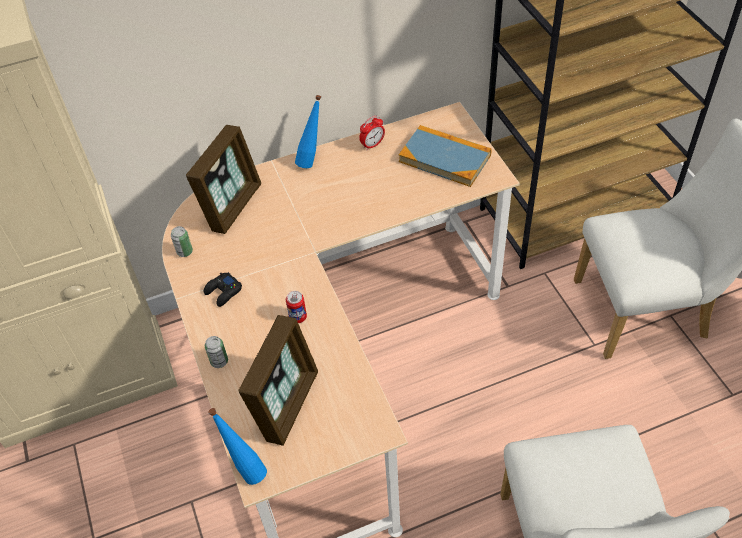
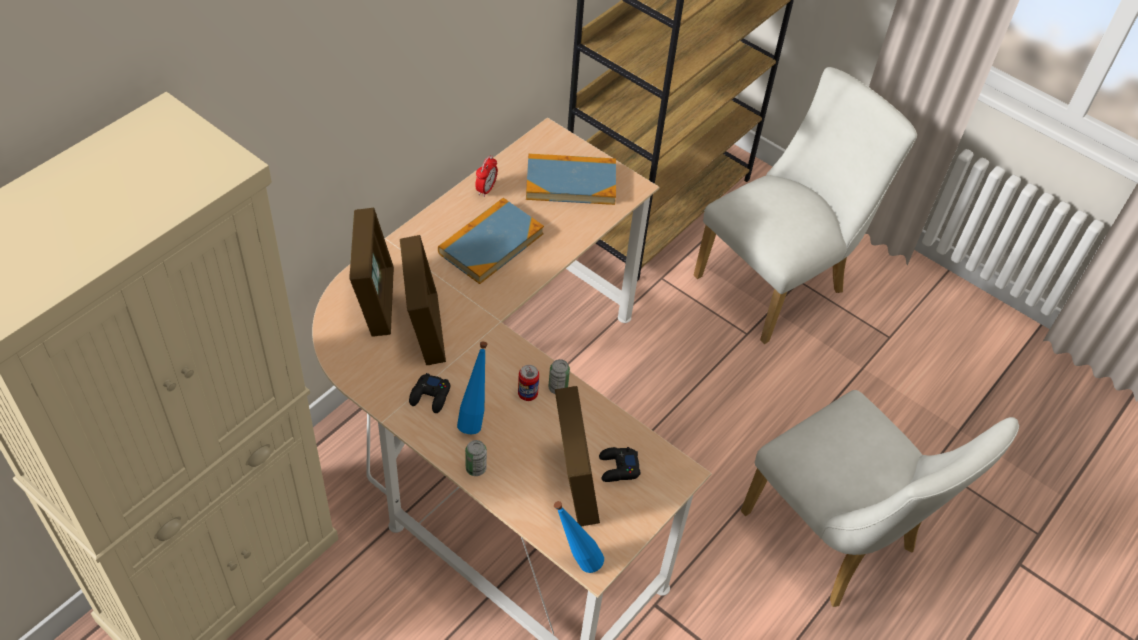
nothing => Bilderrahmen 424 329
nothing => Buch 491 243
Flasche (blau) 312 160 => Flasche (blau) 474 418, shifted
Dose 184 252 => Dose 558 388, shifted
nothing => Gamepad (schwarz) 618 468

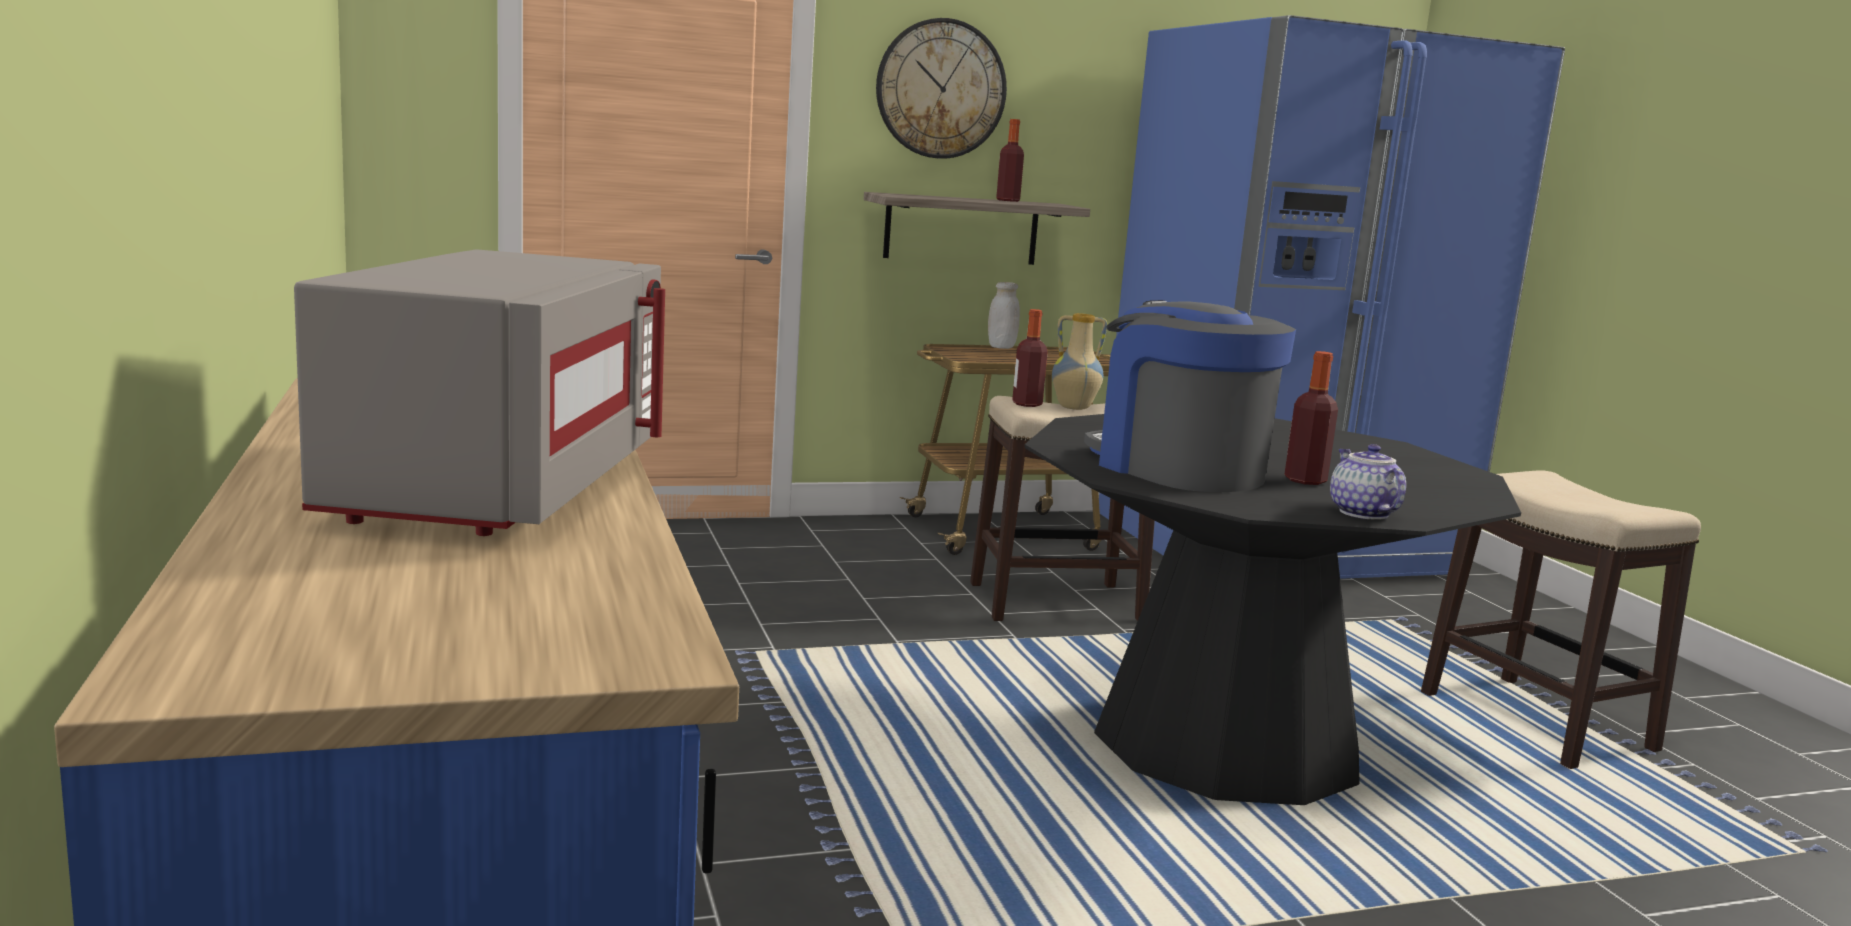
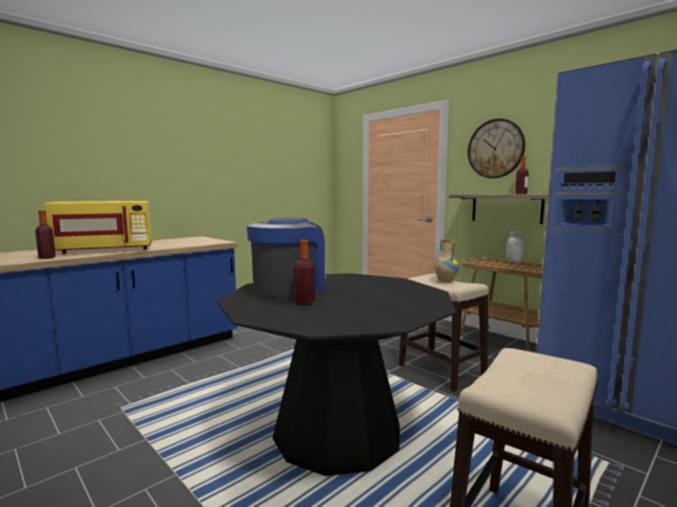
Flasche 1027 404 => Flasche 47 257, shifted
Mikrowelle (grau) 500 487 => Mikrowelle (gelb) 106 250
Teekanne 1361 513 => nothing

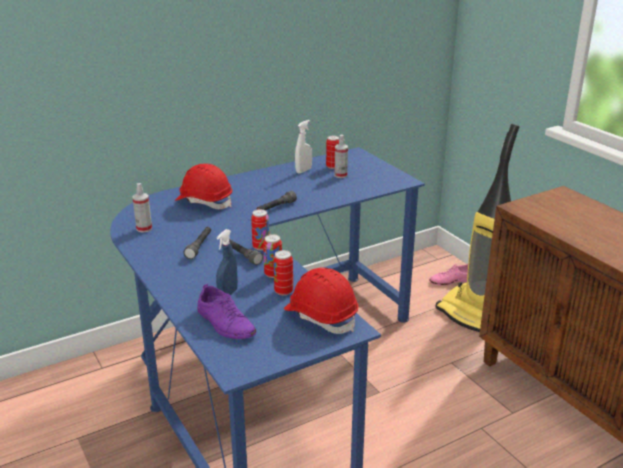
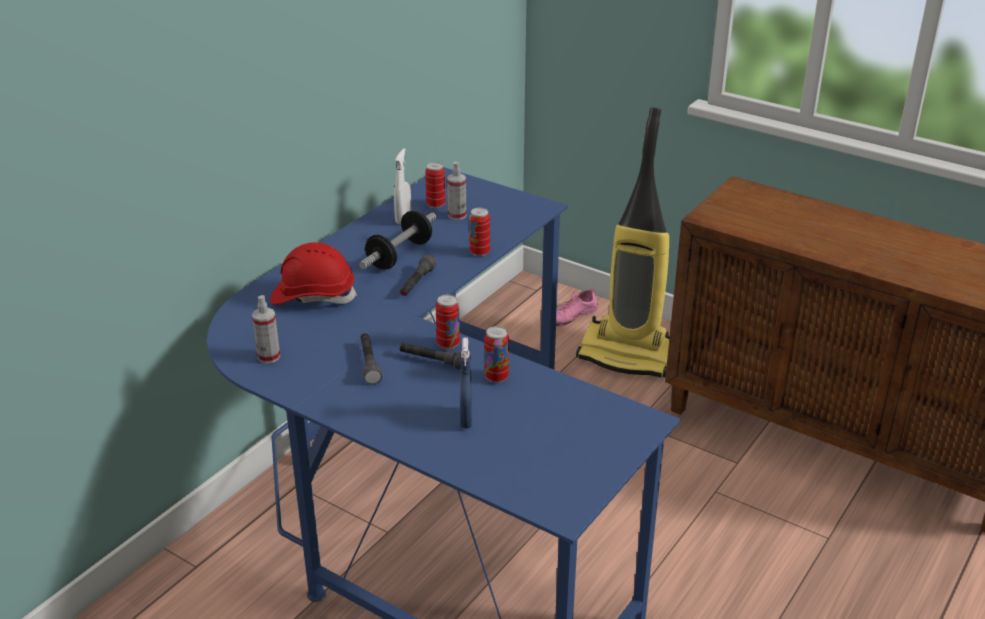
nothing => Hantel 399 255
Dose 283 291 => Dose 479 252, shifted
Schuh (lila) 225 323 => nothing
Schutzhelm (rot) 321 316 => nothing

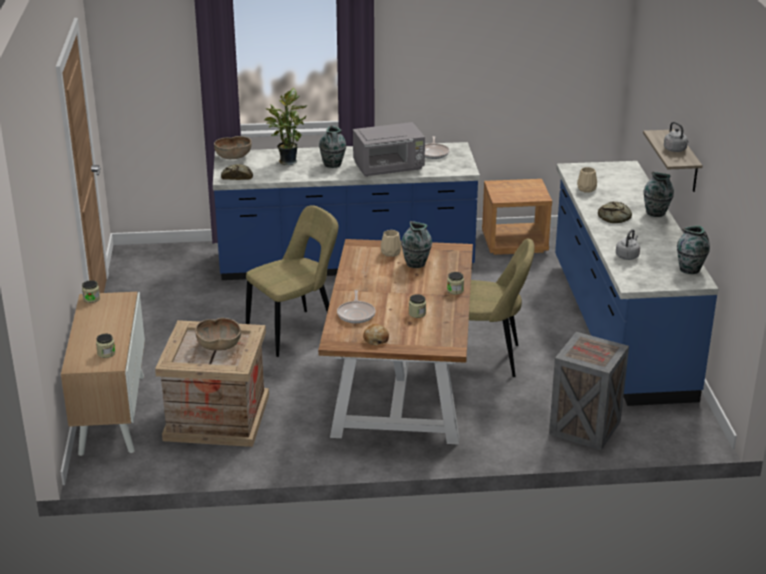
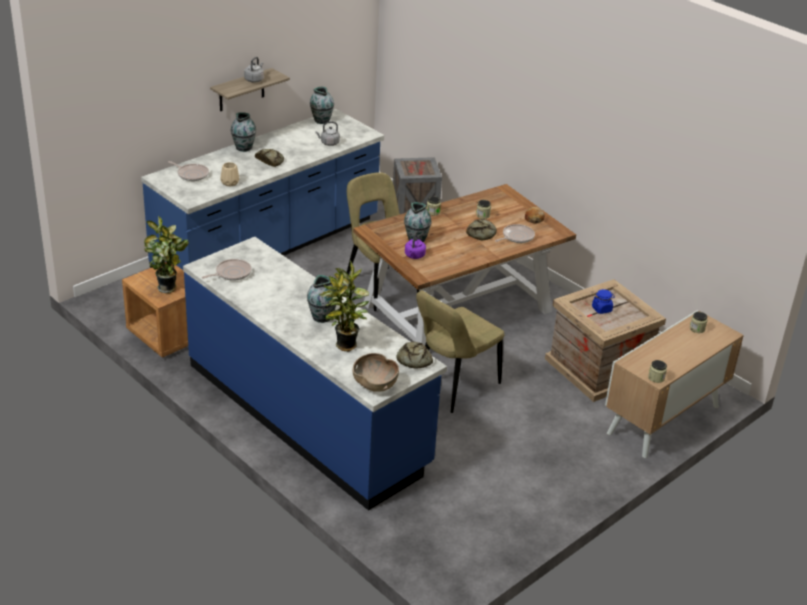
nothing => Topfpflanze 169 289
nothing => Pfanne 191 174
Vase (beige) 390 253 => Wasserkessel (lila) 414 256
Stuhl (beige) 295 332 => Stuhl (beige) 452 387, 60 degrees counterclockwise
nothing => Brot 482 233
Schüssel (braun) 219 346 => Vorratsglas (blau) 601 309
Mikrowelle (grau) 389 168 => nothing

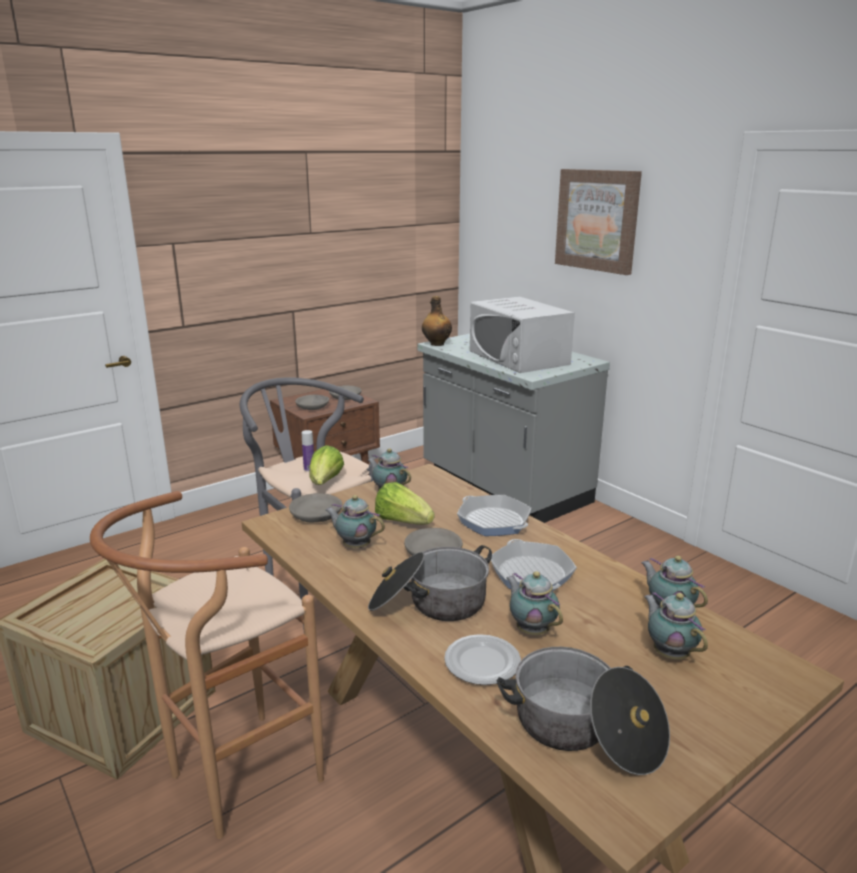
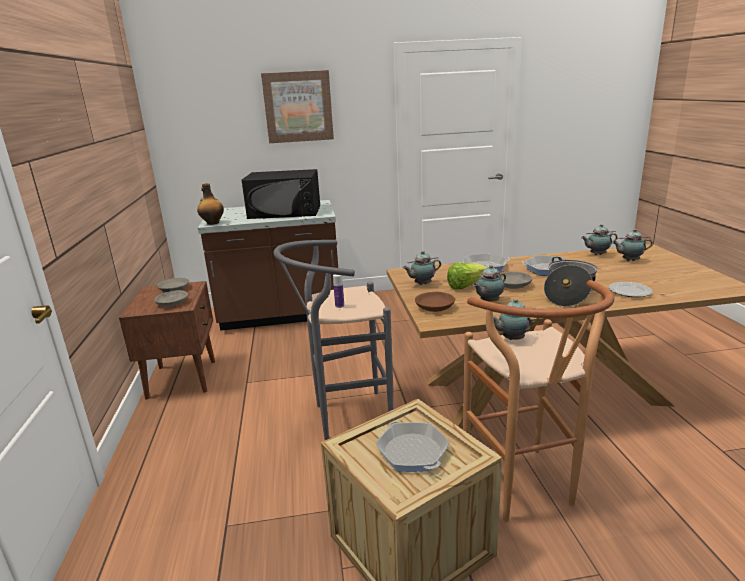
Küchenzeile (grau) 503 487 => Küchenzeile (braun) 281 315
Mikrowelle (weiß) 518 357 => Mikrowelle (schwarz) 285 212
nothing => Pfanne 412 452
Schüssel (grau) 316 516 => Schüssel (braun) 435 307
Teekanne 531 629 => Teekanne 511 339, shifted
Salatkopf 325 483 => nothing
Kochtopf 584 730 => nothing

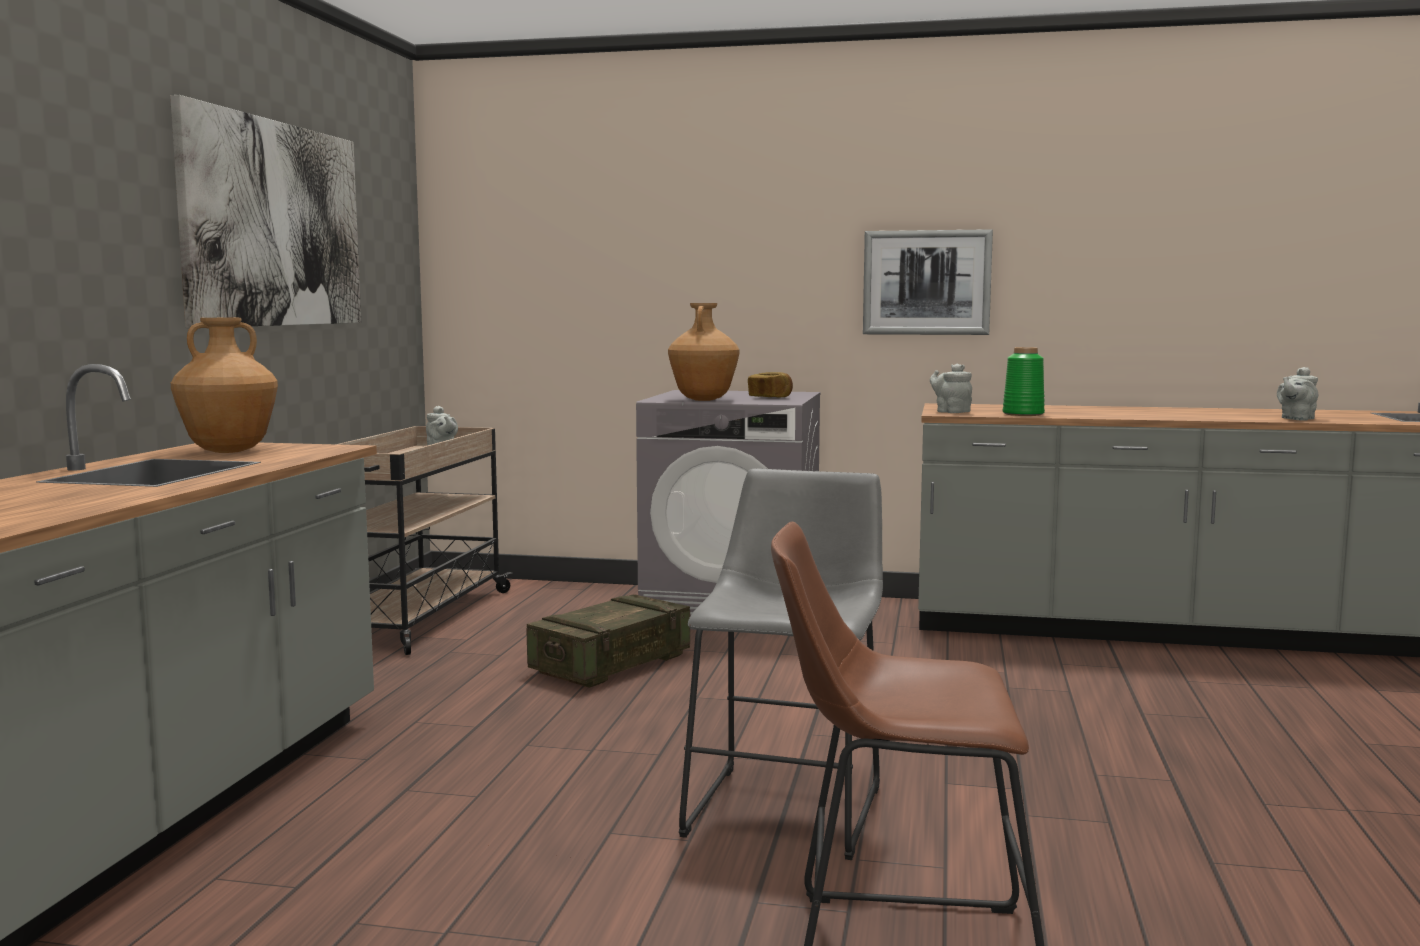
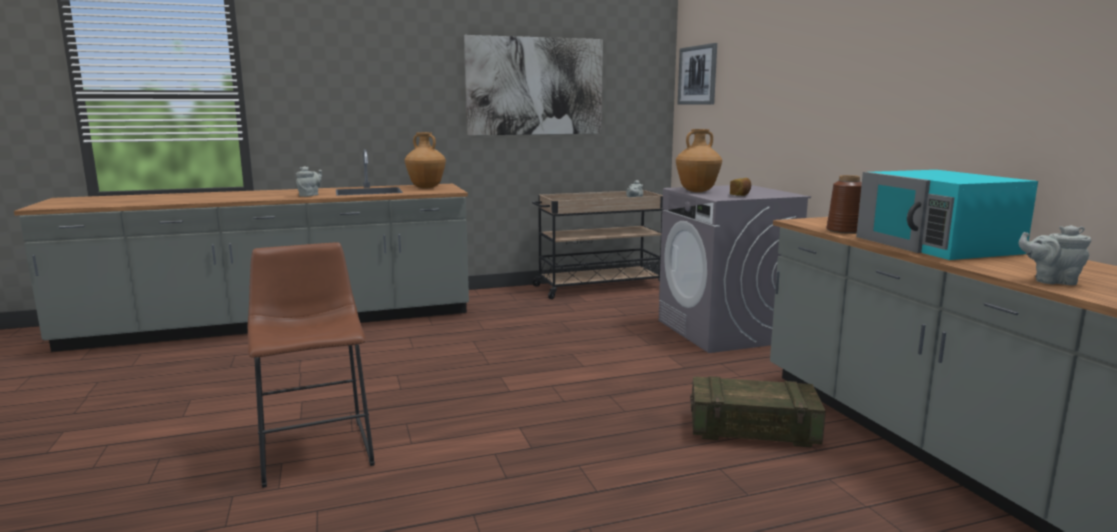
Teekanne (grau) 951 412 => Teekanne (grau) 310 195, shifted
Bild 926 282 => Bild 697 75, shifted
Kiste 611 664 => Kiste 752 430, shifted
Vase (grün) 1022 414 => Vase (braun) 843 231
nothing => Mikrowelle (türkis) 937 245
Hocker (grau) 789 805 => nothing

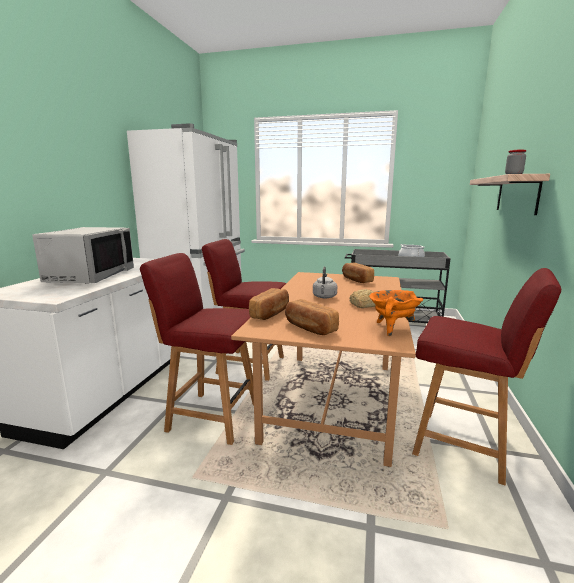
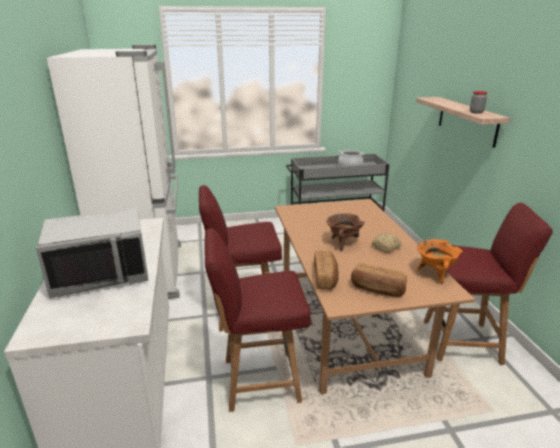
Mikrowelle (grau) 90 276 => Mikrowelle (grau) 102 274, 90 degrees clockwise
Wasserkessel (grau) 324 297 => Kochtopf (braun) 343 243
Brot 356 280 => nothing

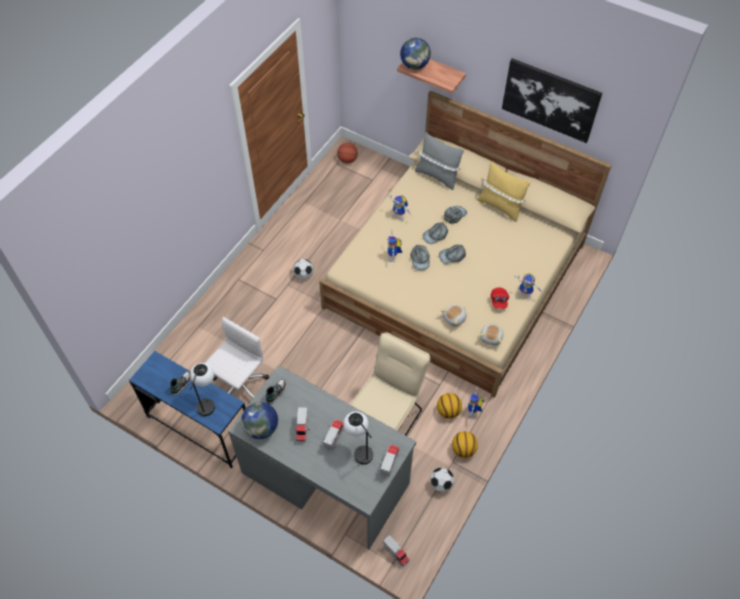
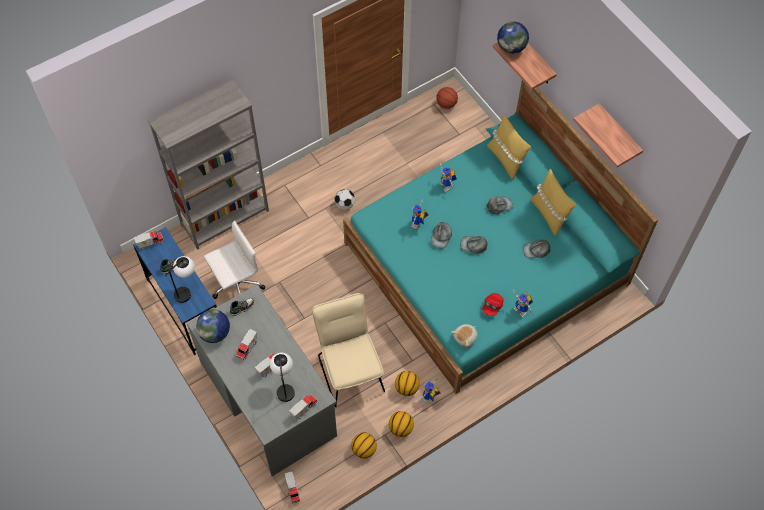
nothing => Spielzeuglaster 150 243
nothing => Bücherregal (grau) 225 217
Stuhl (beige) 387 416 => Stuhl (beige) 349 369, 75 degrees counterclockwise
Bett (beige) 456 276 => Bett (türkis) 486 263
Fußball 441 484 => Basketball 363 449
Kissen (grau) 437 176 => Kissen (gelb) 506 159
Kappe (grau) 435 235 => Kappe (grau) 536 250, shifted
Bild 550 100 => Wandregal 618 134
Plüschtier 454 318 => nothing

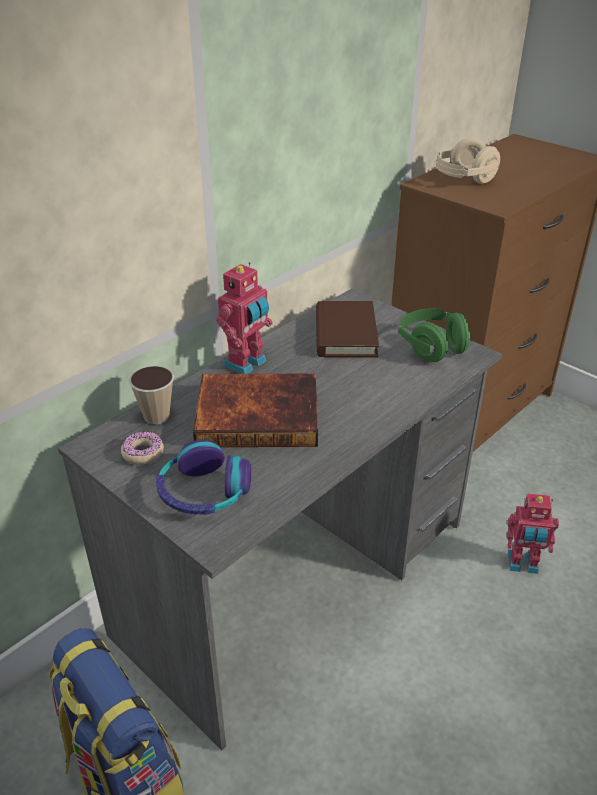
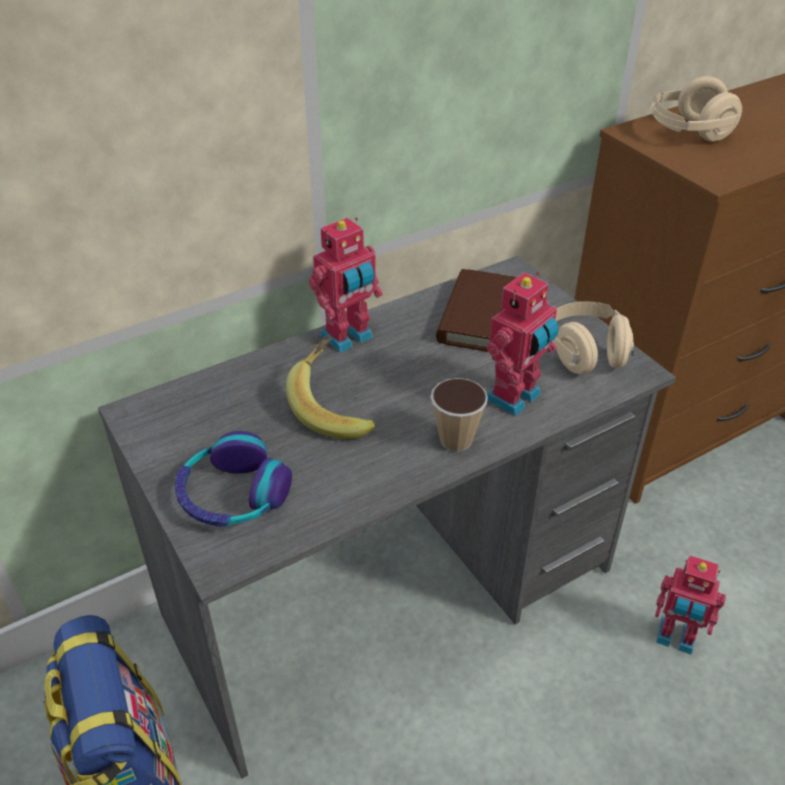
Buch 259 414 => Banane 336 407
Tasse 156 416 => Tasse 456 440, shifted
nothing => Spielzeugroboter 515 398
Kopfhörer (grün) 431 347 => Kopfhörer (beige) 585 353
Donut 143 453 => nothing

